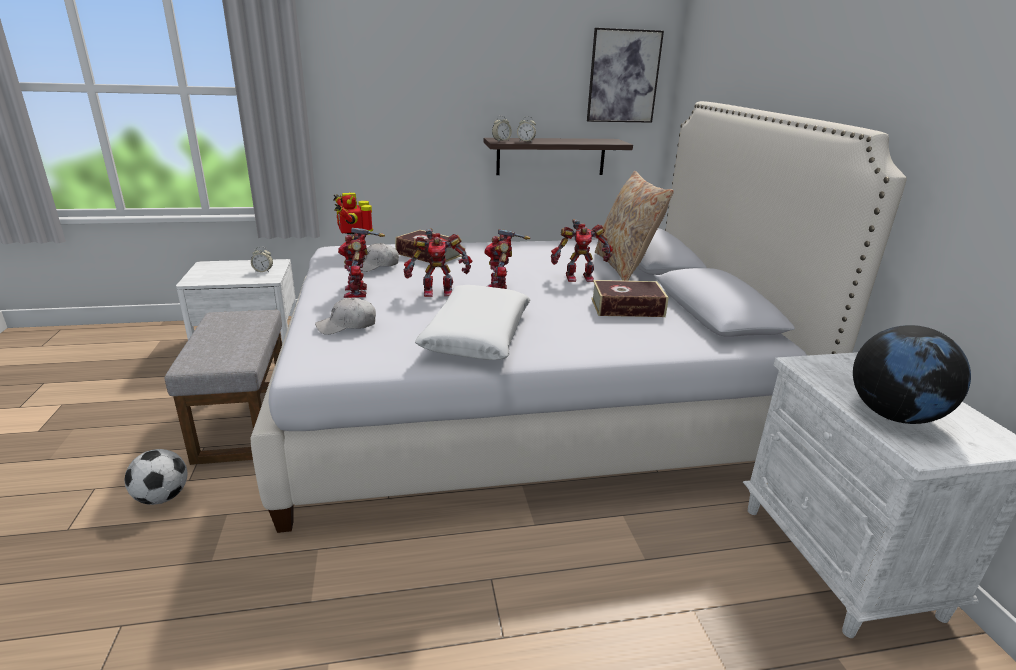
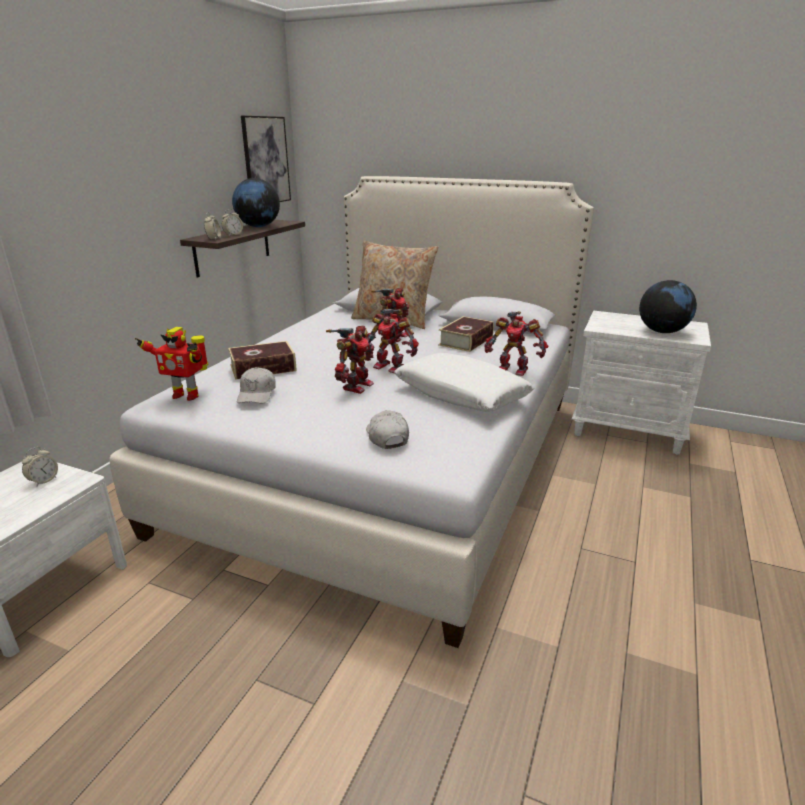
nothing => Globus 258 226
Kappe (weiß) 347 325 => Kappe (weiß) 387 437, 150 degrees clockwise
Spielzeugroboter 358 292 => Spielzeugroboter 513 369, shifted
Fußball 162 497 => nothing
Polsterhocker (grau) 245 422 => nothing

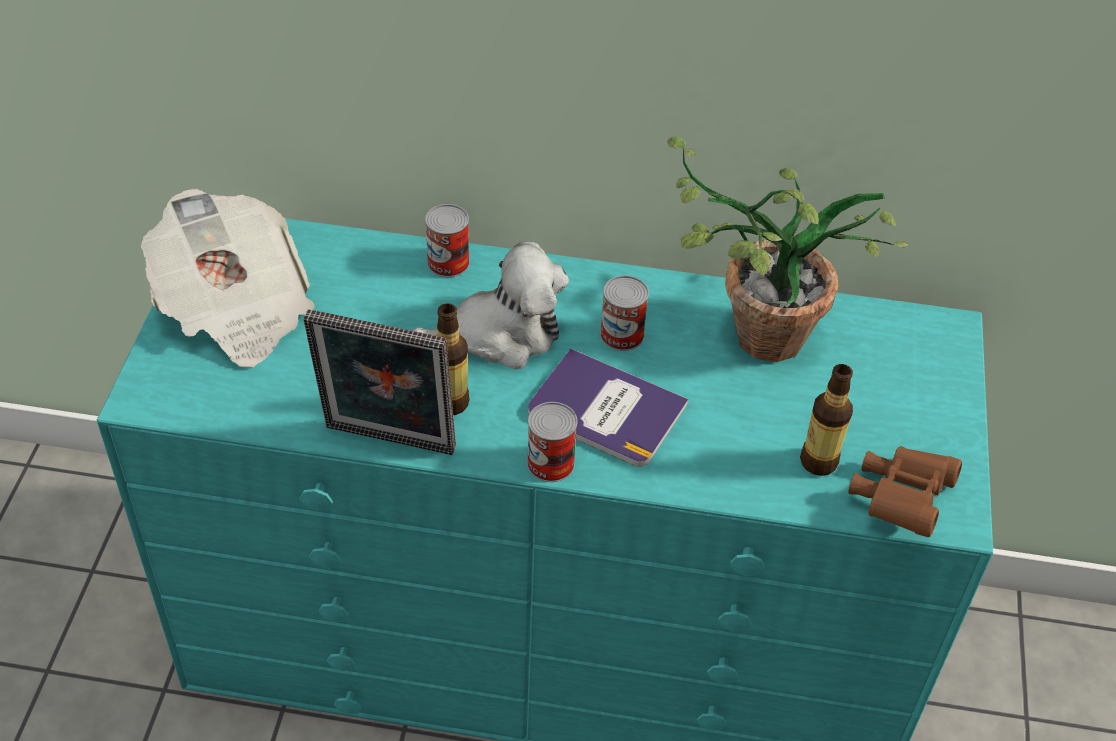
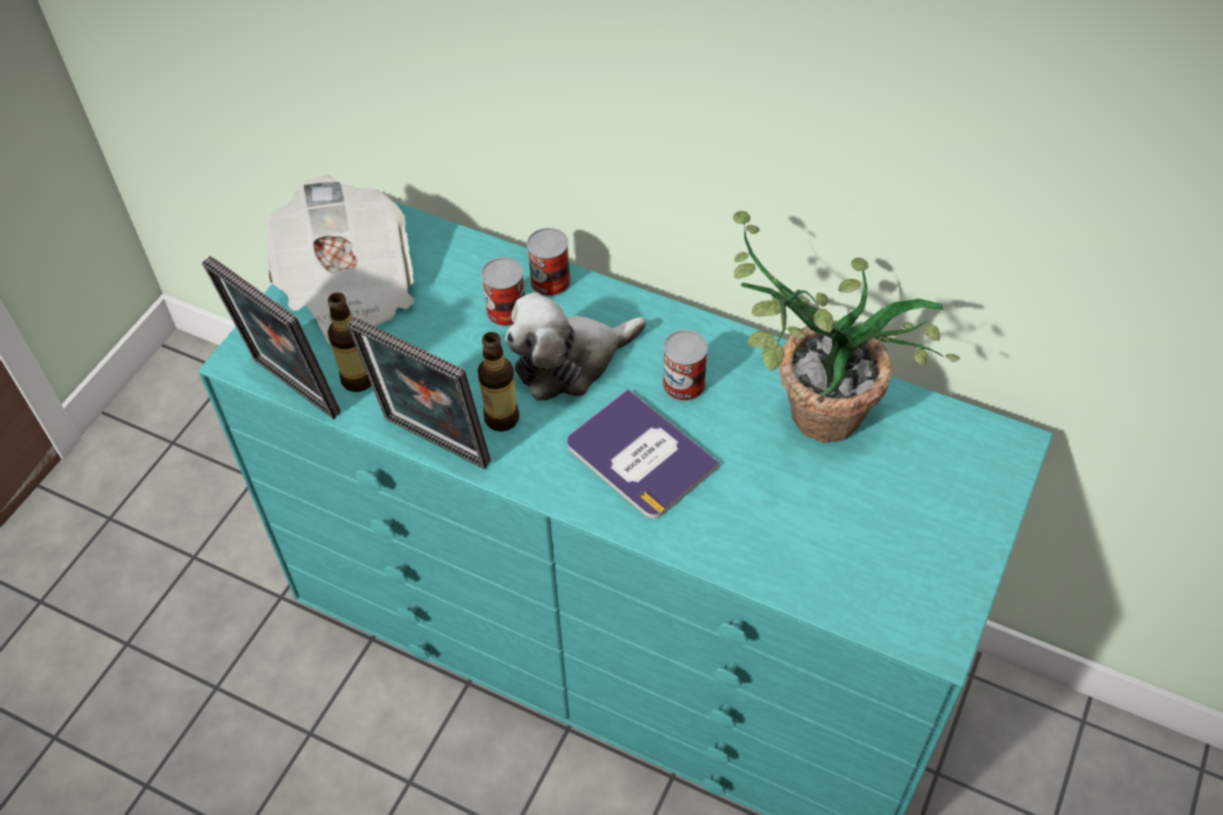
nothing => Bilderrahmen 291 391
Flasche 818 461 => Flasche 358 379, shifted
Dose 550 463 => Dose 506 311, shifted
Plüschtier 499 335 => Plüschtier 570 362, 150 degrees clockwise
Fernglas (braun) 900 500 => nothing

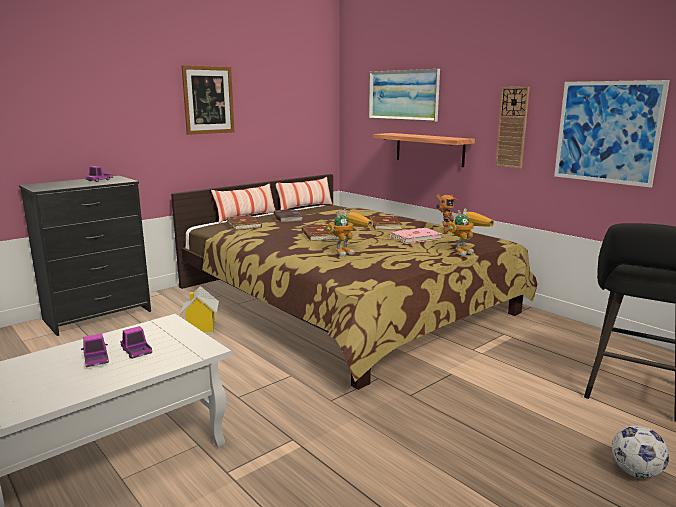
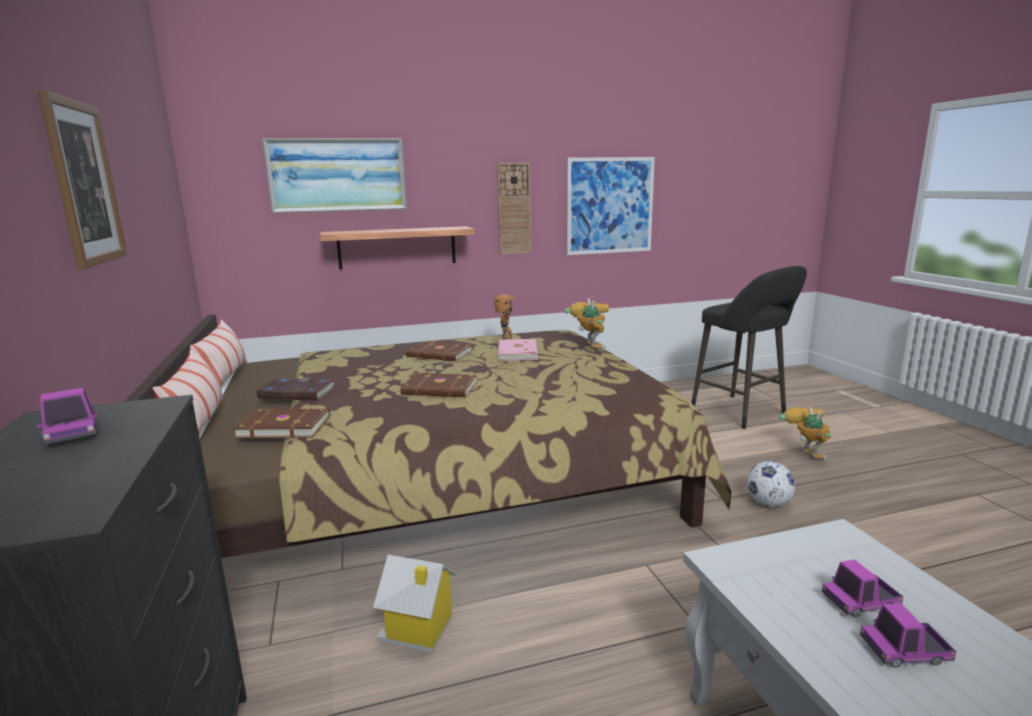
Fußball 636 472 => Fußball 768 503, shifted
Spielzeugroboter 348 252 => Spielzeugroboter 804 454, shifted

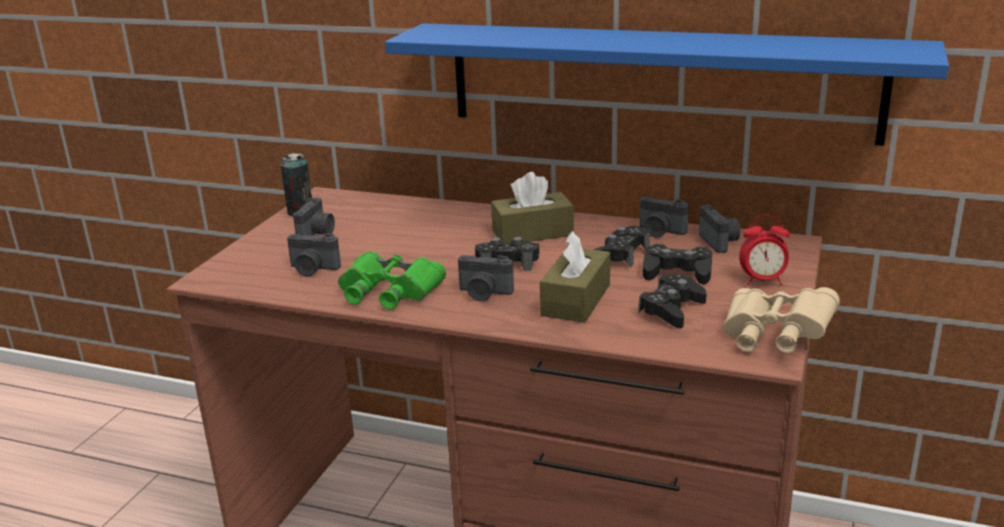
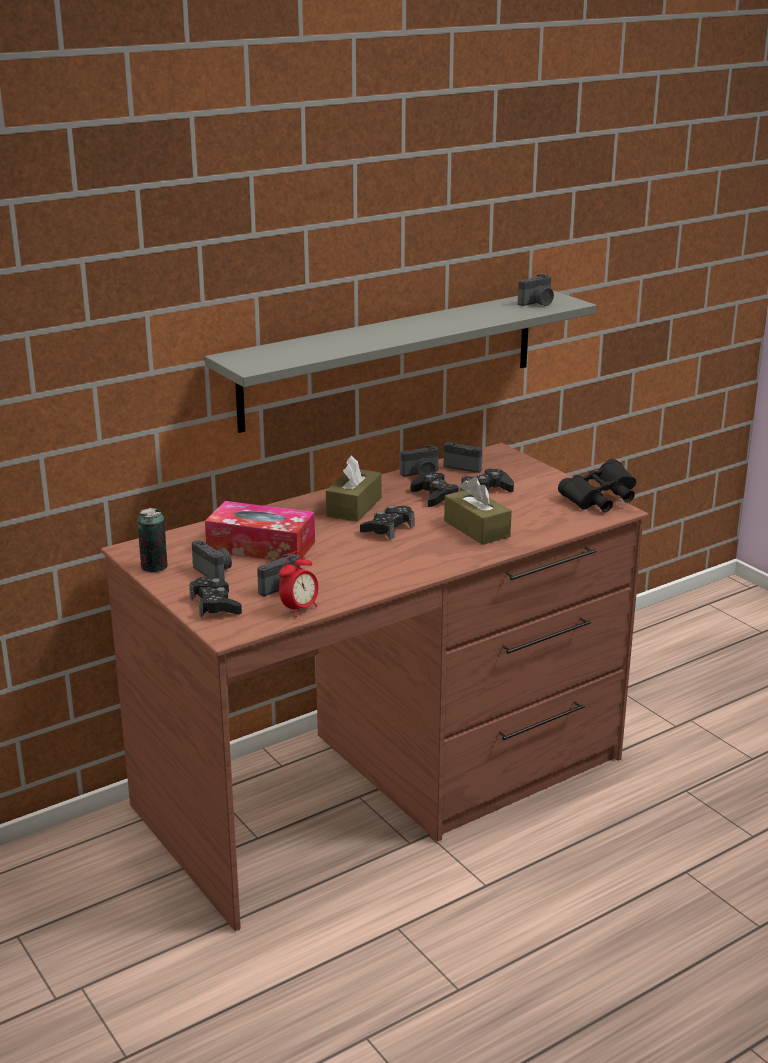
Gamepad (schwarz) 671 309 => Gamepad (schwarz) 215 605, shifted
Wandregal (blau) 658 81 => Wandregal (grau) 390 359
nothing => Taschentuchbox 261 546
Wecker 762 281 => Wecker 299 609, shifted
Kamera 484 293 => Kamera 538 303, shifted
Fernglas (beige) 774 338 => Fernglas (schwarz) 600 501
Fernglas (grün) 389 290 => nothing

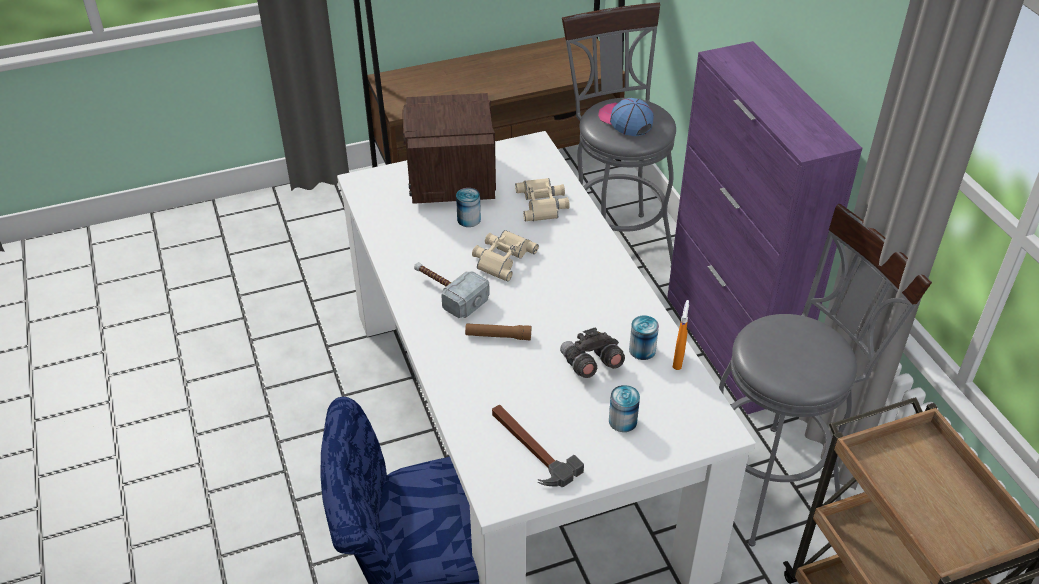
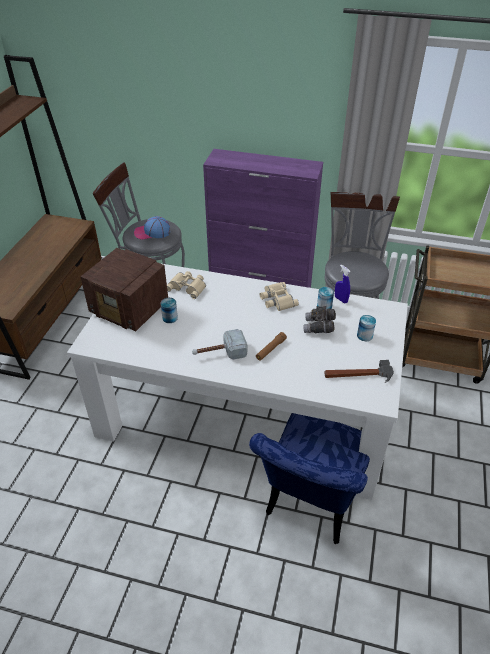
Fernglas (beige) 502 257 => Fernglas (beige) 277 299, shifted
Sprühflasche (orange) 678 361 => Sprühflasche (blau) 341 299

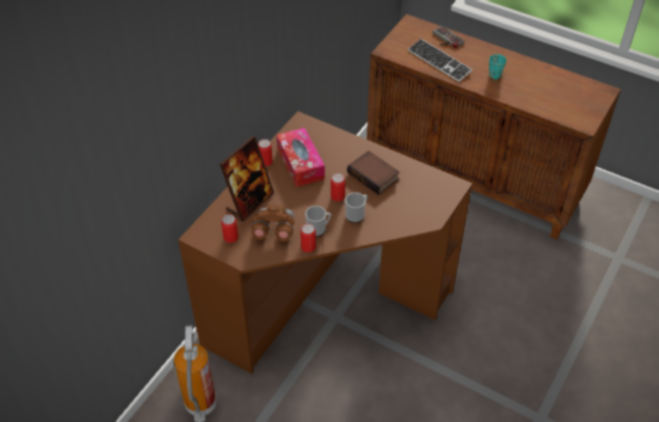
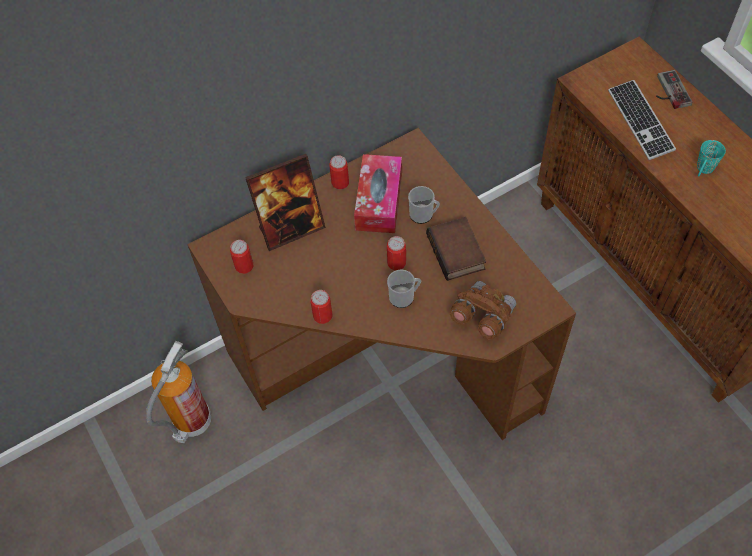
Henkelbecher 318 229 => Henkelbecher 423 215, shifted
Fernglas (braun) 273 231 => Fernglas (braun) 482 316, shifted

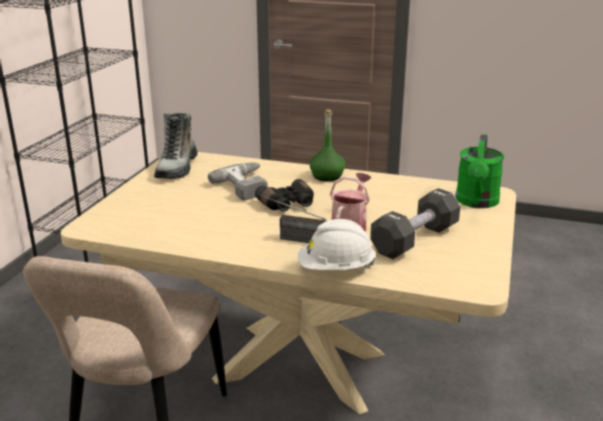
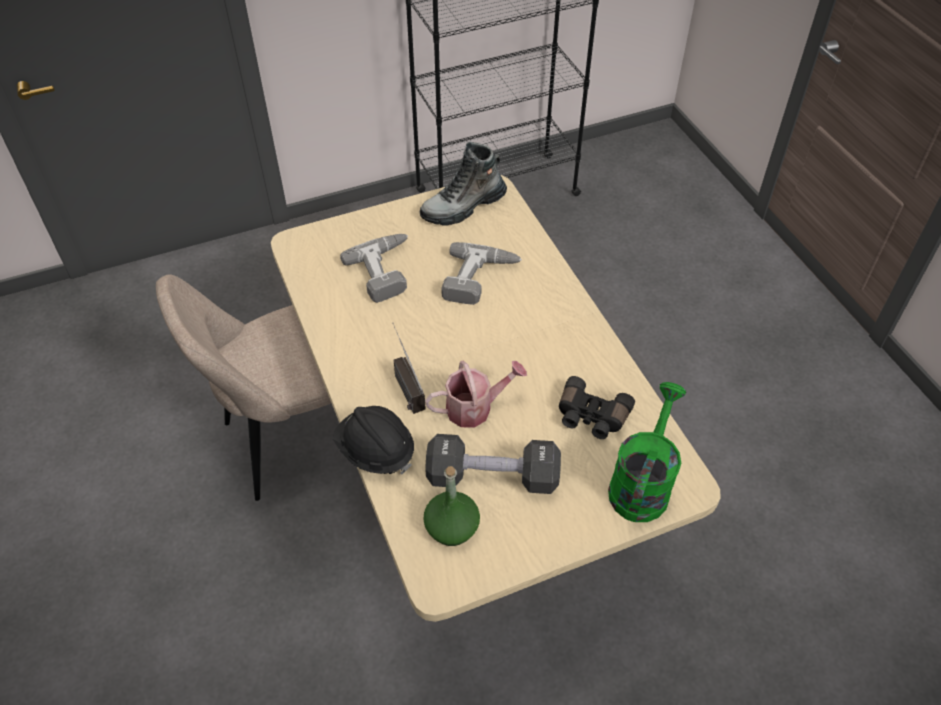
Schutzhelm (weiß) 336 269 => Schutzhelm (schwarz) 375 451
nothing => Bohrmaschine 387 271
Flasche (grün) 327 176 => Flasche (grün) 452 527, shifted
Fernglas (schwarz) 288 205 => Fernglas (schwarz) 591 417, shifted
Gießkanne (grün) 476 202 => Gießkanne (grün) 642 483, 135 degrees clockwise

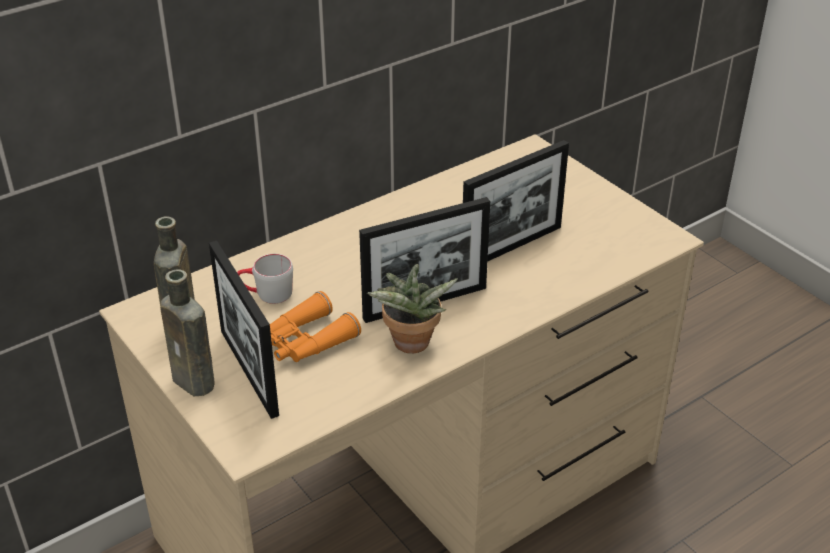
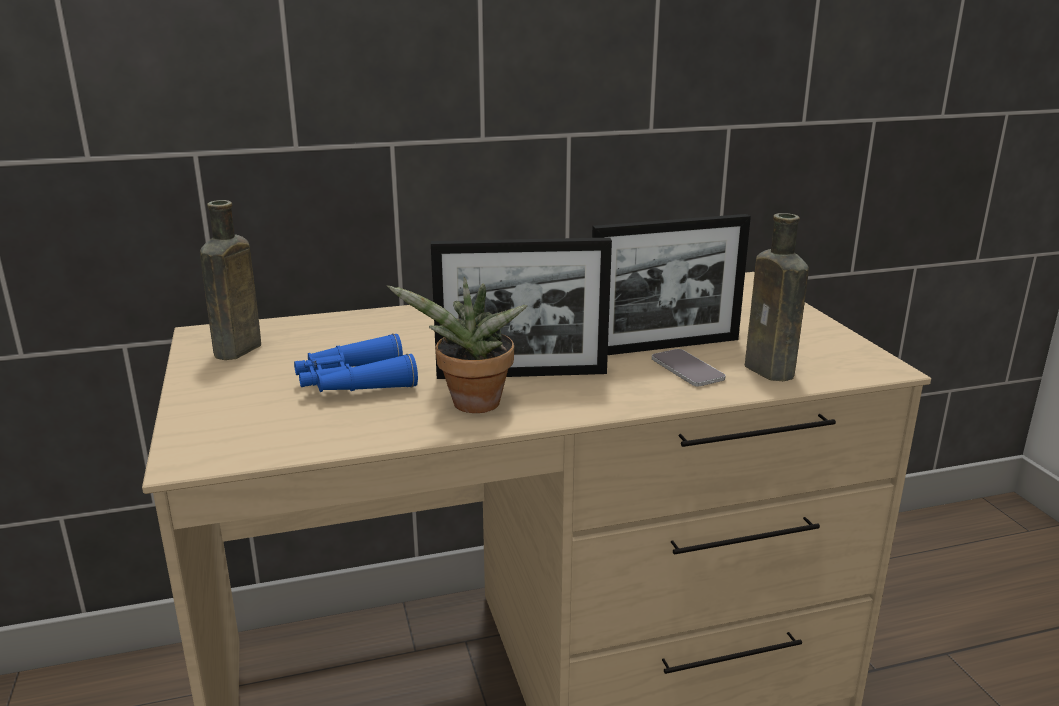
Fernglas (orange) 306 341 => Fernglas (blau) 354 382
nothing => Handy 687 369
Flasche (braun) 196 383 => Flasche (braun) 772 371, shifted
Bilderrahmen 249 372 => nothing
Henkelbecher (grau) 266 294 => nothing

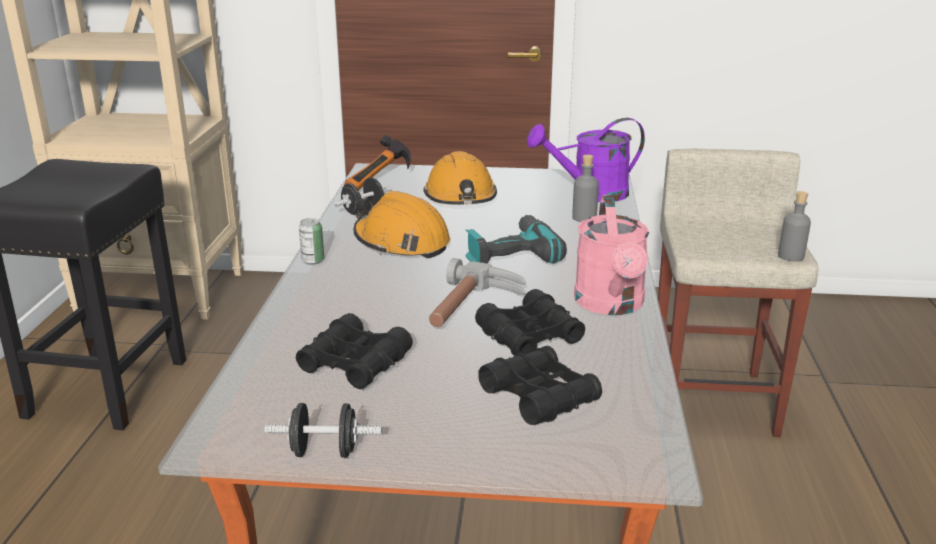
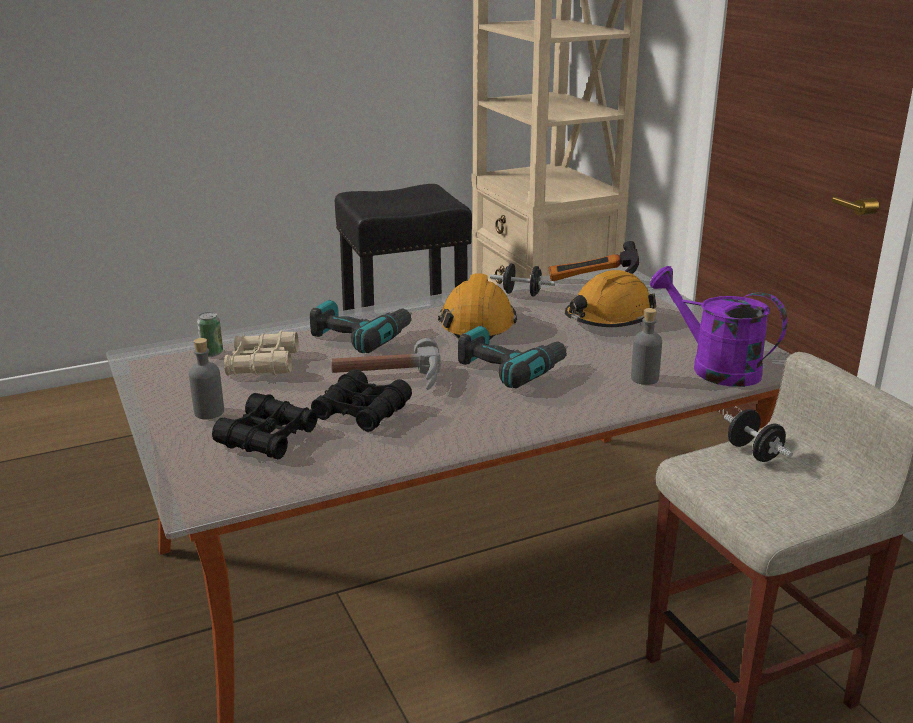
Flasche (grau) 791 256 => Flasche (grau) 209 412, shifted
Dose 313 260 => Dose 212 353, shifted
Fernglas (schwarz) 355 363 => Fernglas (beige) 262 364
nothing => Bohrmaschine 361 336
Hantel (schwarz) 325 452 => Hantel (schwarz) 753 453, shifted
Gießkanne (rosa) 611 305 => nothing

